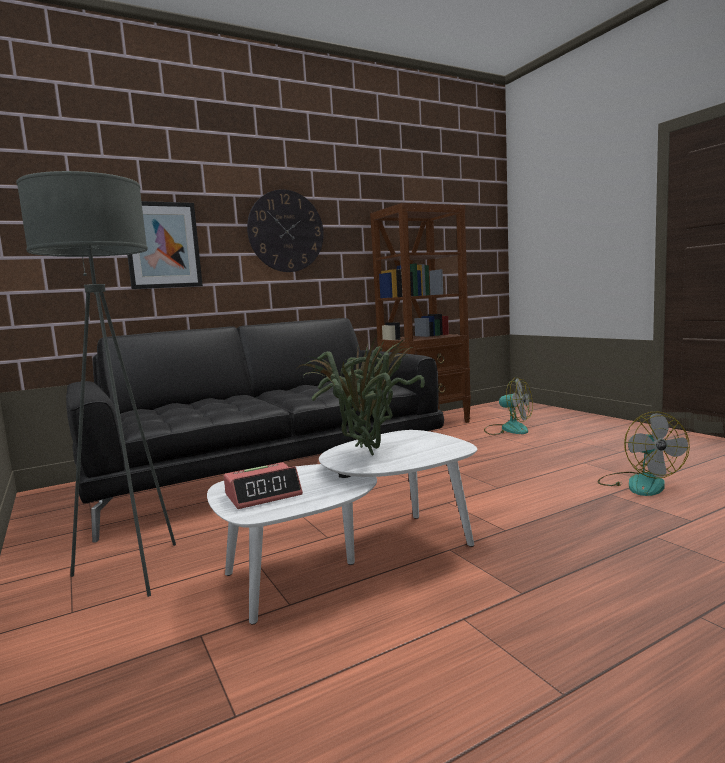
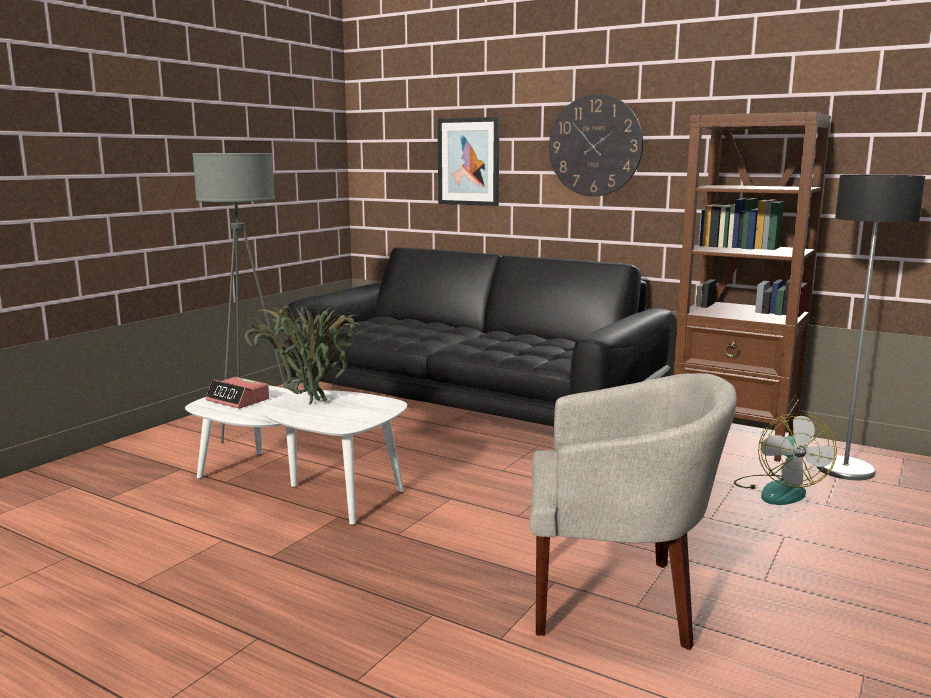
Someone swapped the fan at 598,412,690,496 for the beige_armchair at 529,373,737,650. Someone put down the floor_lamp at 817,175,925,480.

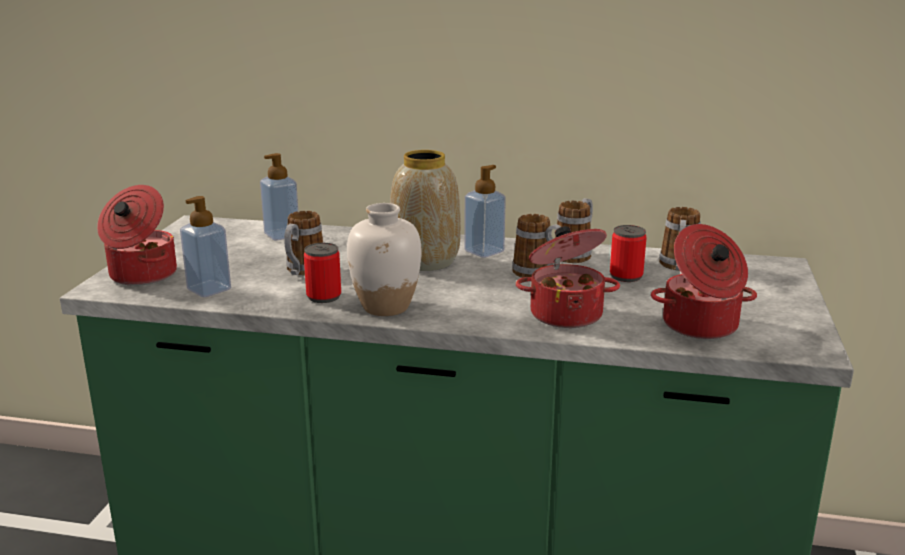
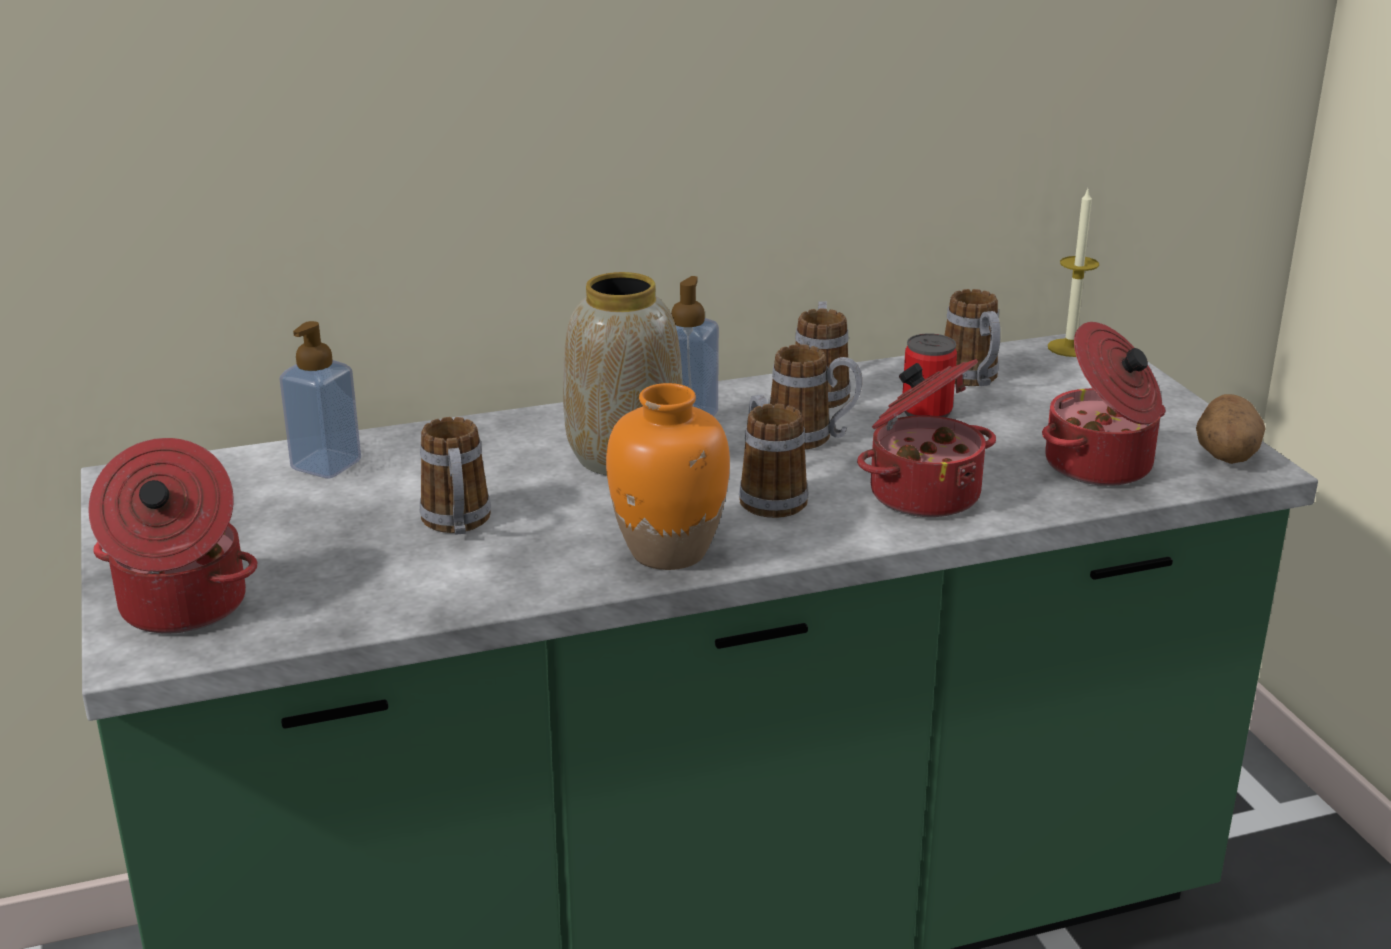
Someone repainted the white_vase at 347,203,422,316, which became the orange_vase at 606,383,730,570. Someone put down the mug at 739,394,808,518. Someone put down the candle at 1048,190,1099,357. Someone put down the potato at 1196,394,1266,464. Someone took away the soap_dispenser at 180,196,231,297. Someone took away the can at 304,243,341,303.

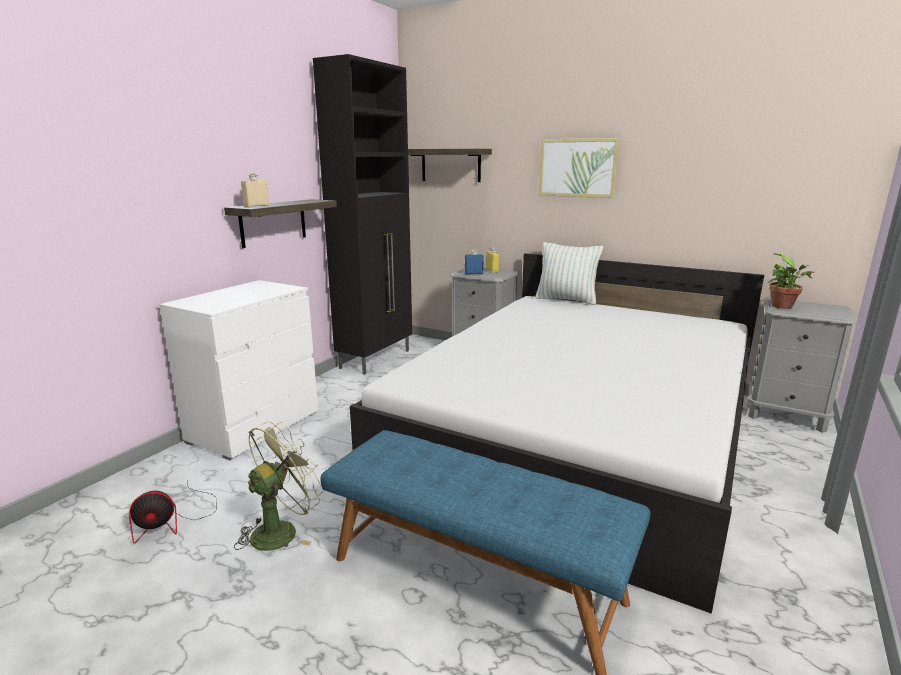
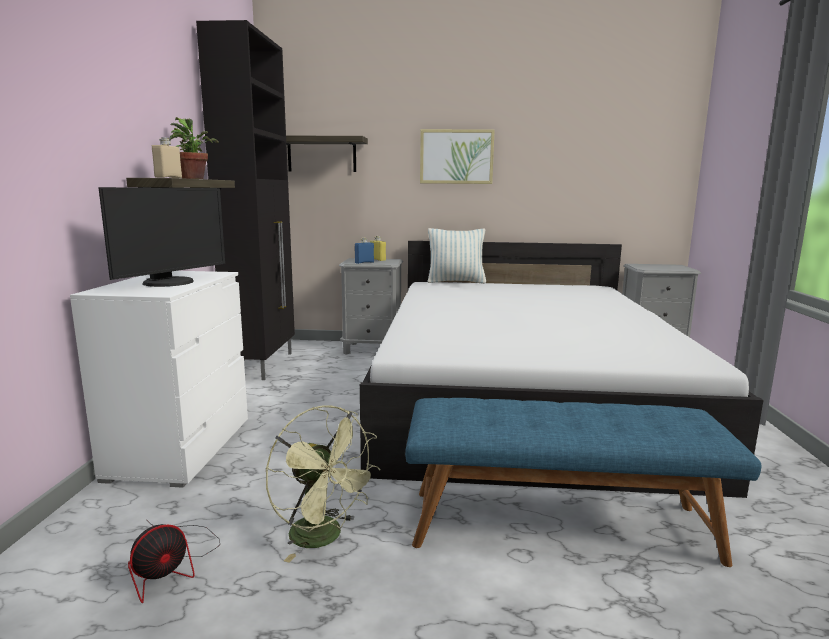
Someone put down the monitor at 99,187,225,287. Someone carried the potted_plant from 767,253,815,309 to 169,117,219,179. Someone rotated the green_fan at 234,421,324,551 by 120 degrees clockwise.

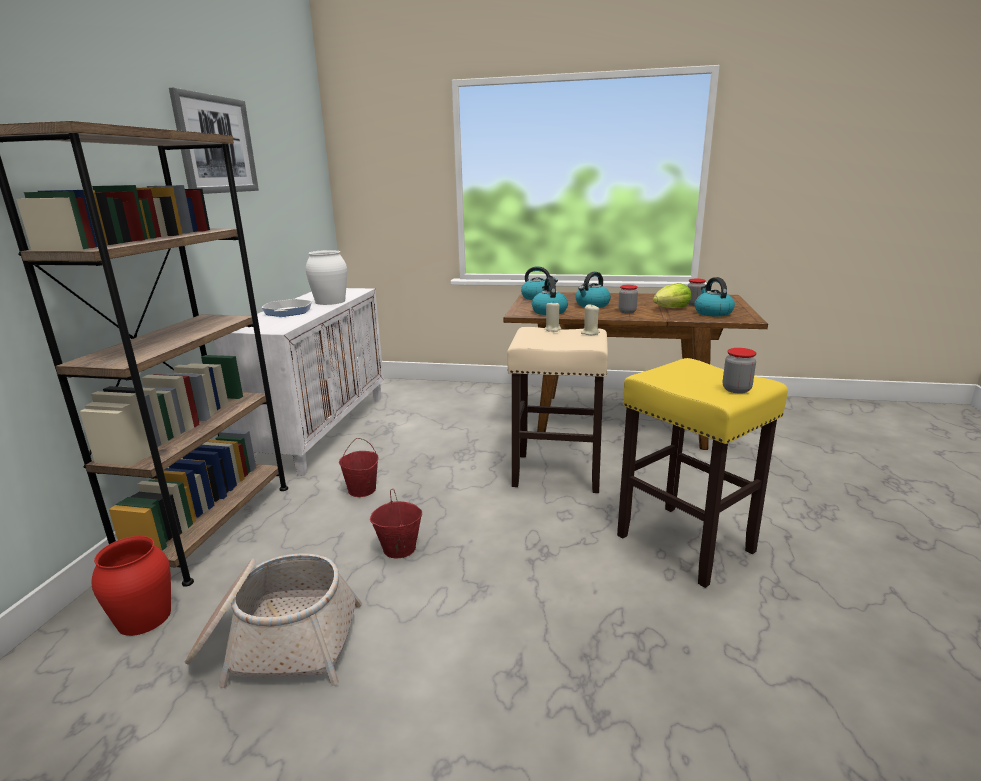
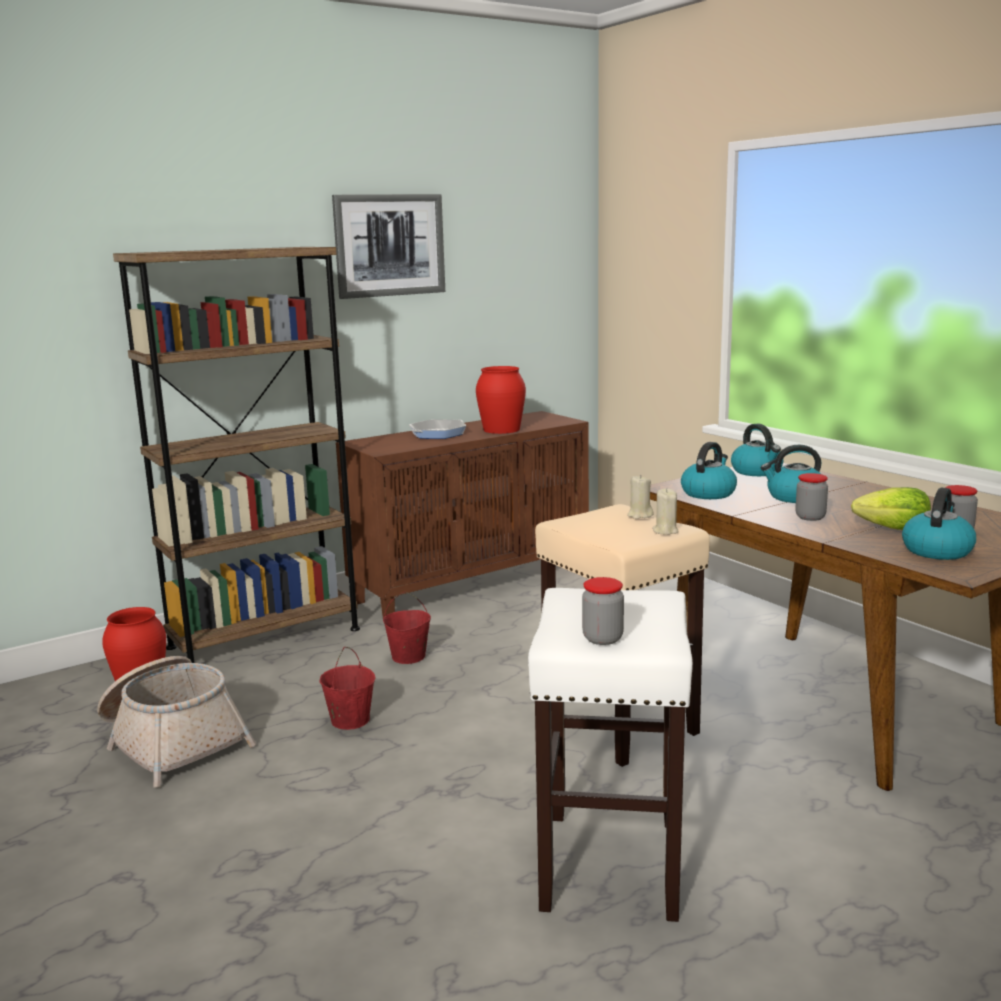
Someone repainted the white_cabinet at 213,288,384,476, which became the brown_cabinet at 336,411,589,618. Someone repainted the white_vase at 306,250,347,305, which became the red_vase at 476,366,526,434. Someone repainted the yellow_stool at 617,358,788,588, which became the white_stool at 528,588,693,922.

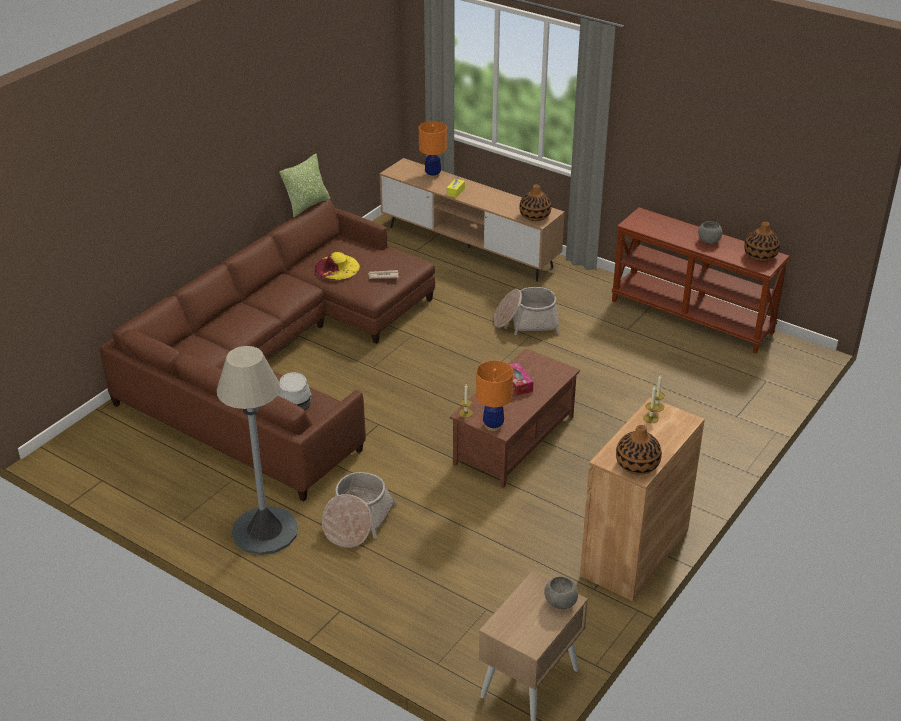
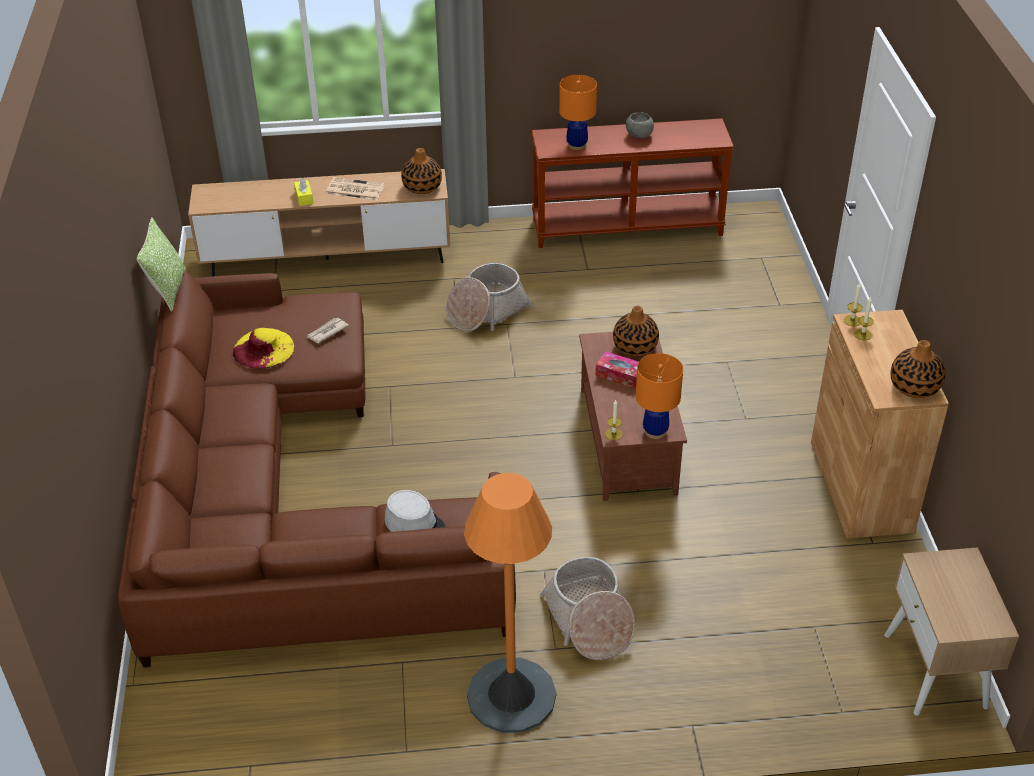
Someone put down the newspaper at 326,177,385,201. Someone repainted the grey_floor_lamp at 217,346,298,555, which became the orange_floor_lamp at 464,473,556,733. Someone carried the orange_table_lamp from 419,121,447,178 to 559,75,597,150. Someone carried the vase from 744,222,780,261 to 613,306,659,356. Someone took away the grey_bowl at 544,576,578,609.

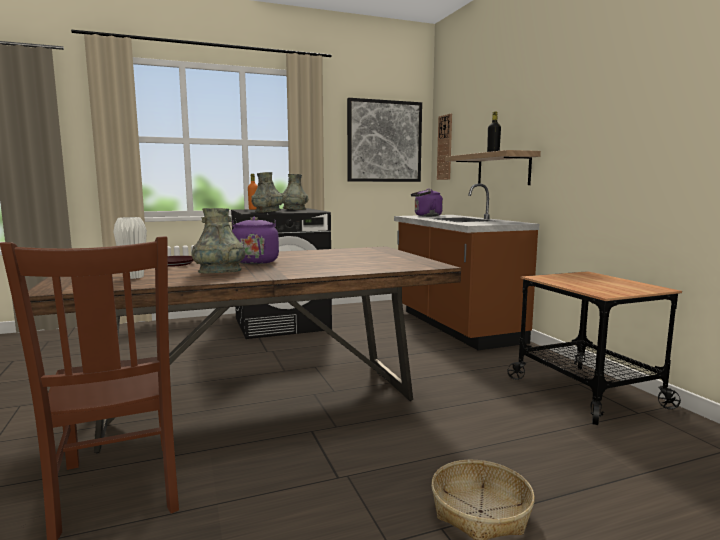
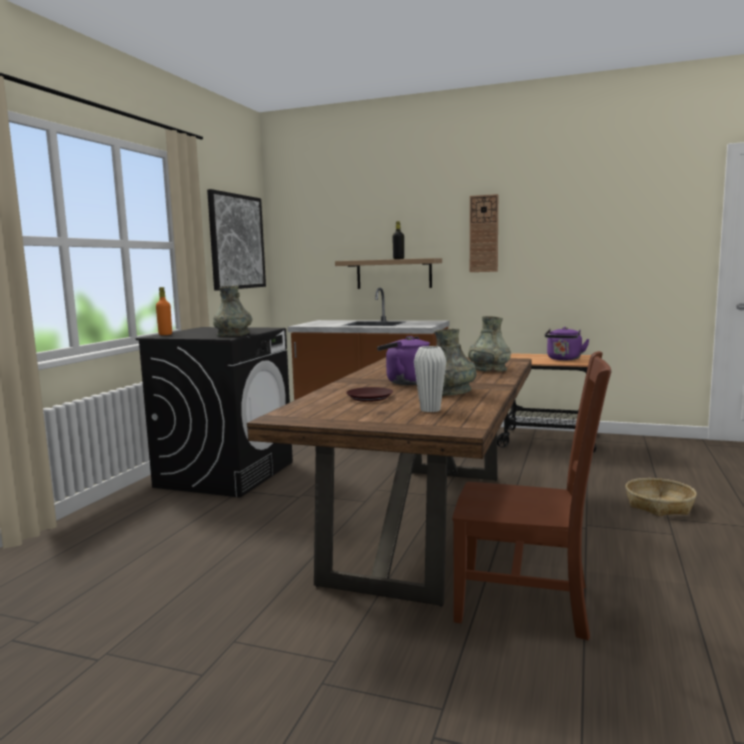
Someone carried the grey_vase from 282,174,308,210 to 468,316,511,372. Someone carried the wall_clock from 437,113,452,180 to 470,194,498,272. Someone carried the purple_kettle from 411,189,443,216 to 545,327,590,360.

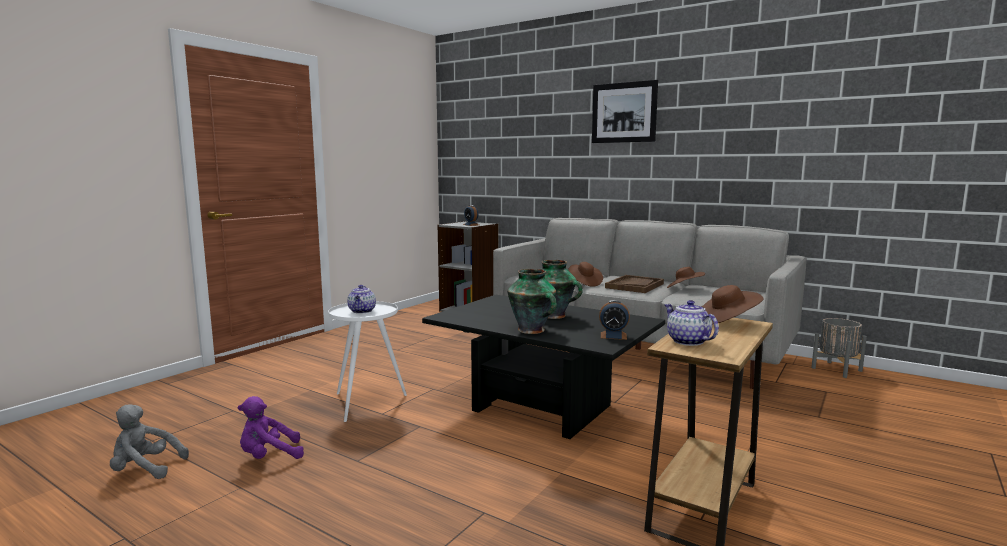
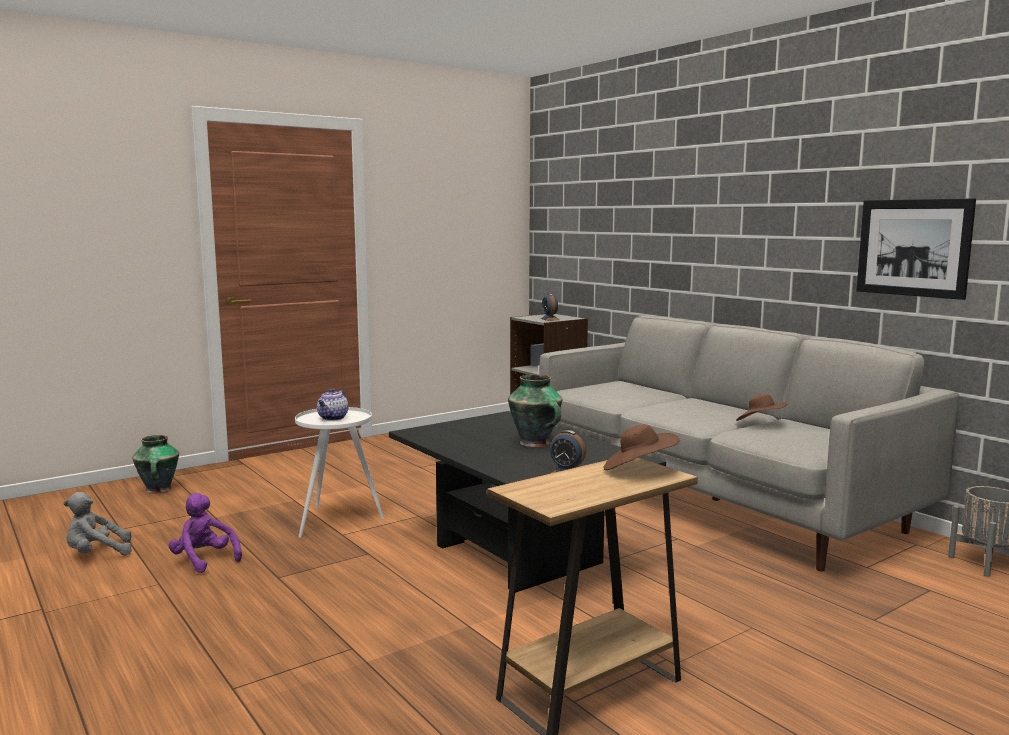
Someone rotated the grey_plush_toy at 110,404,189,479 by 45 degrees counterclockwise. Someone carried the vase from 507,269,557,334 to 132,435,179,494. Someone rotated the purple_plush_toy at 237,396,304,459 by 45 degrees clockwise. Someone carried the picture from 592,80,658,143 to 856,198,976,300. Someone took away the brown_hat at 568,262,603,287. Someone took away the brown_tray at 605,275,664,293. Someone took away the teapot at 664,300,719,346.

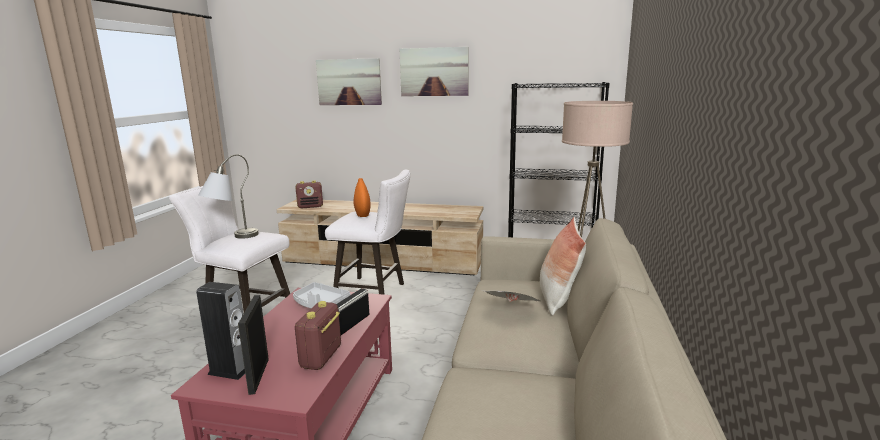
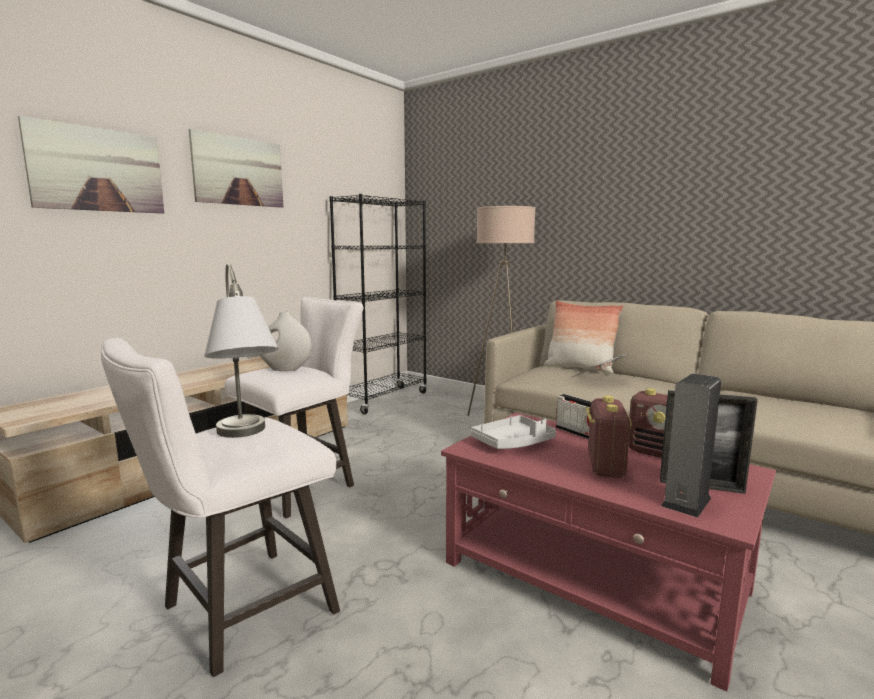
Someone repainted the orange_vase at 353,178,370,217, which became the white_vase at 259,312,312,371. Someone carried the radio from 295,180,323,208 to 586,396,632,478.

